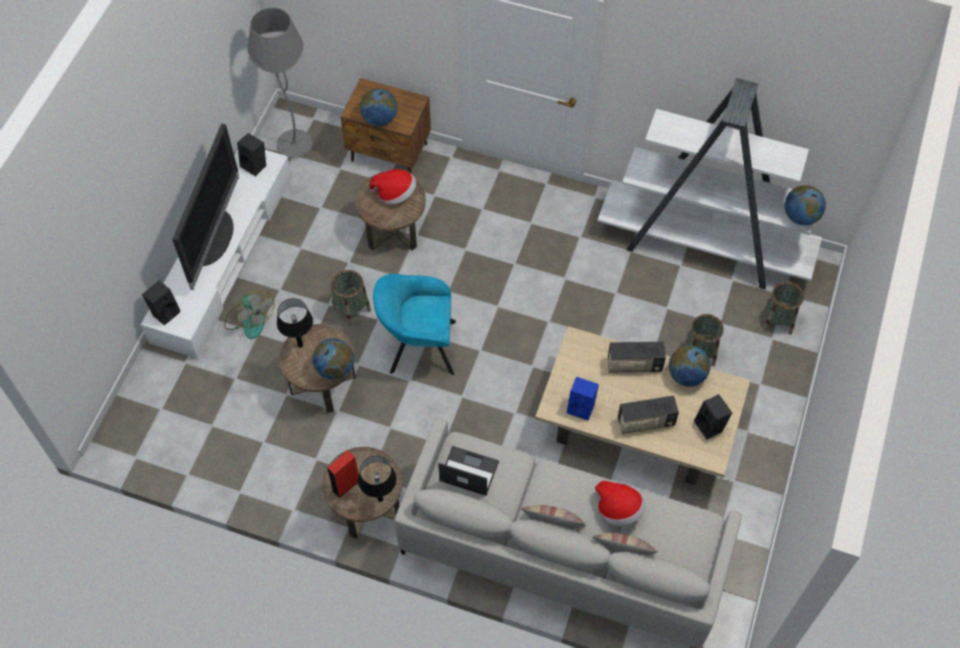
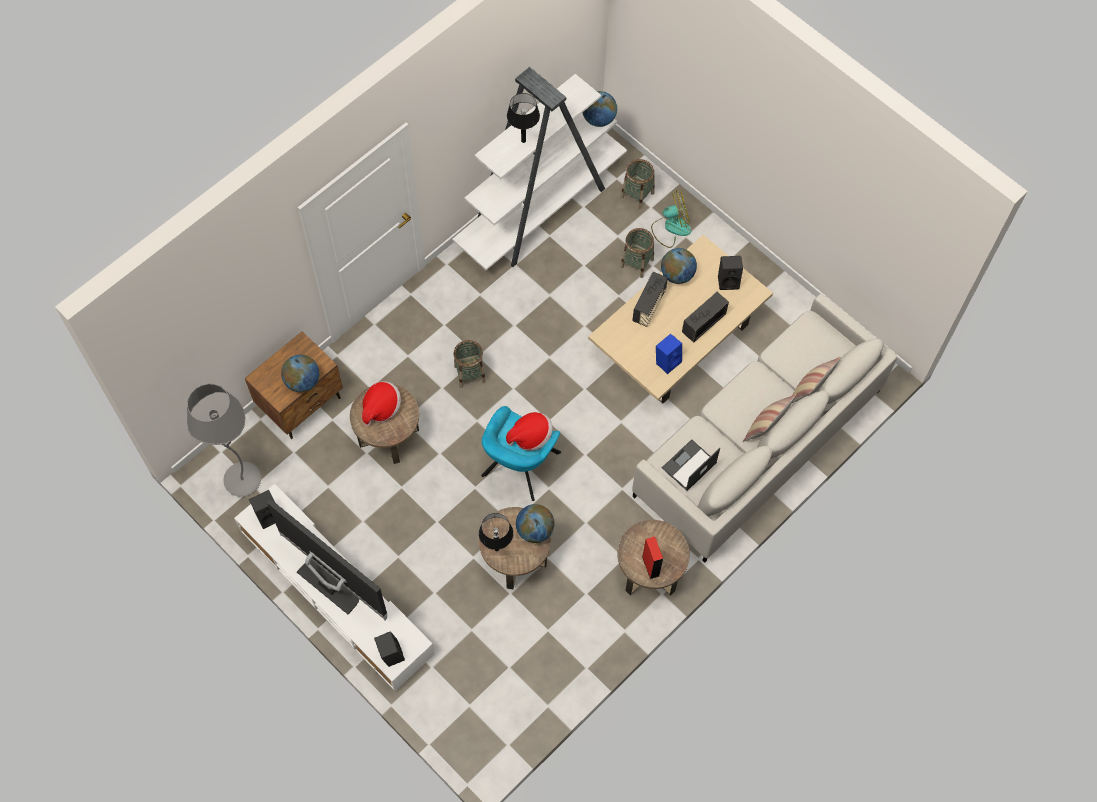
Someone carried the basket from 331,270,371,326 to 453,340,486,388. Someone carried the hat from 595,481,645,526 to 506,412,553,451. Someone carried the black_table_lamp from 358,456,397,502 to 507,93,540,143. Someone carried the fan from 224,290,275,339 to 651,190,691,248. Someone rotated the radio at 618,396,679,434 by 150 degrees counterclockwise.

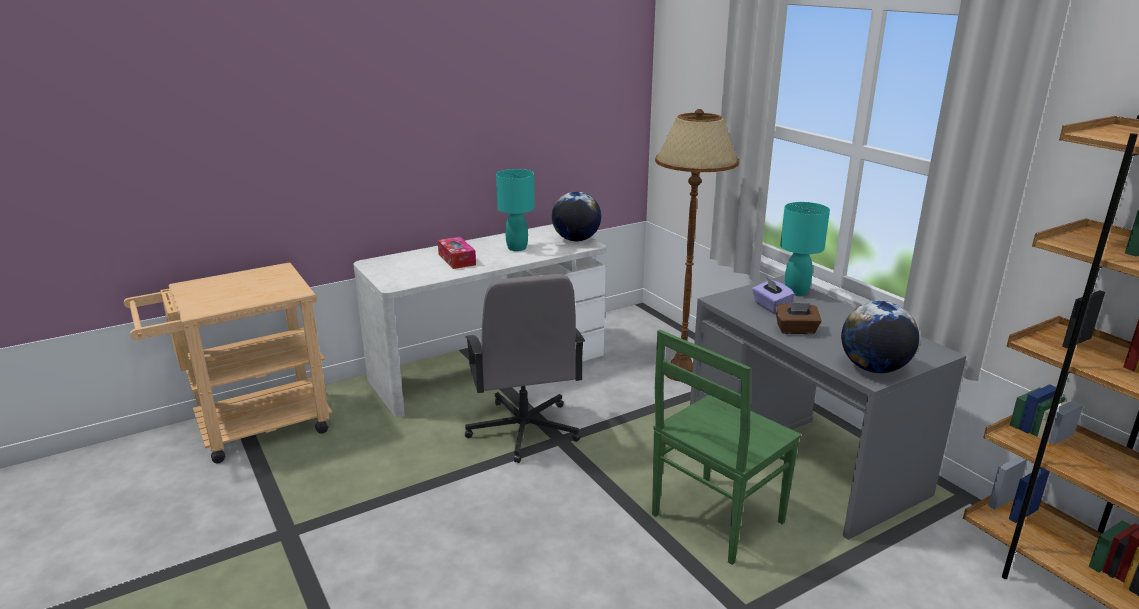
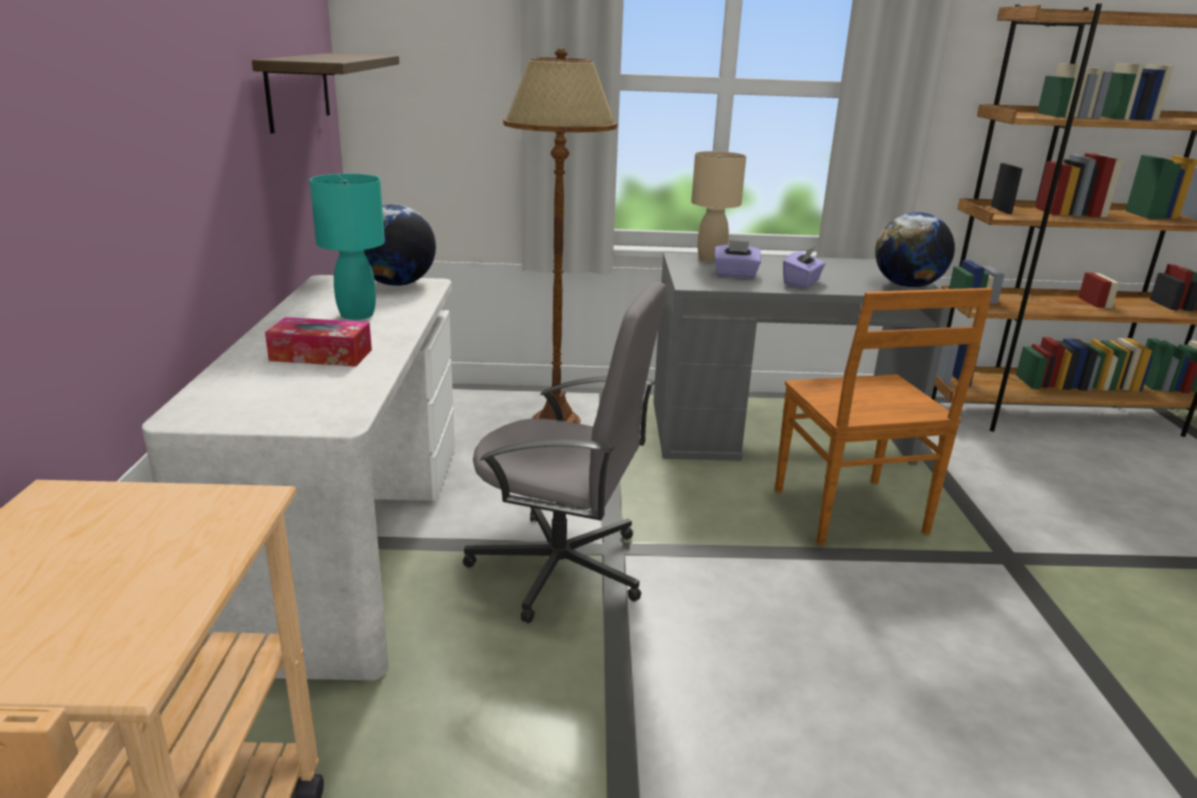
Someone put up the shelf at 252,53,399,134. Someone repainted the turquoise_table_lamp at 780,202,830,296, which became the beige_table_lamp at 691,151,746,262. Someone repainted the green_chair at 652,330,801,565, which became the brown_chair at 775,288,993,545. Someone repainted the brown_tissue_box at 775,303,822,334, which became the purple_tissue_box at 783,246,825,288.

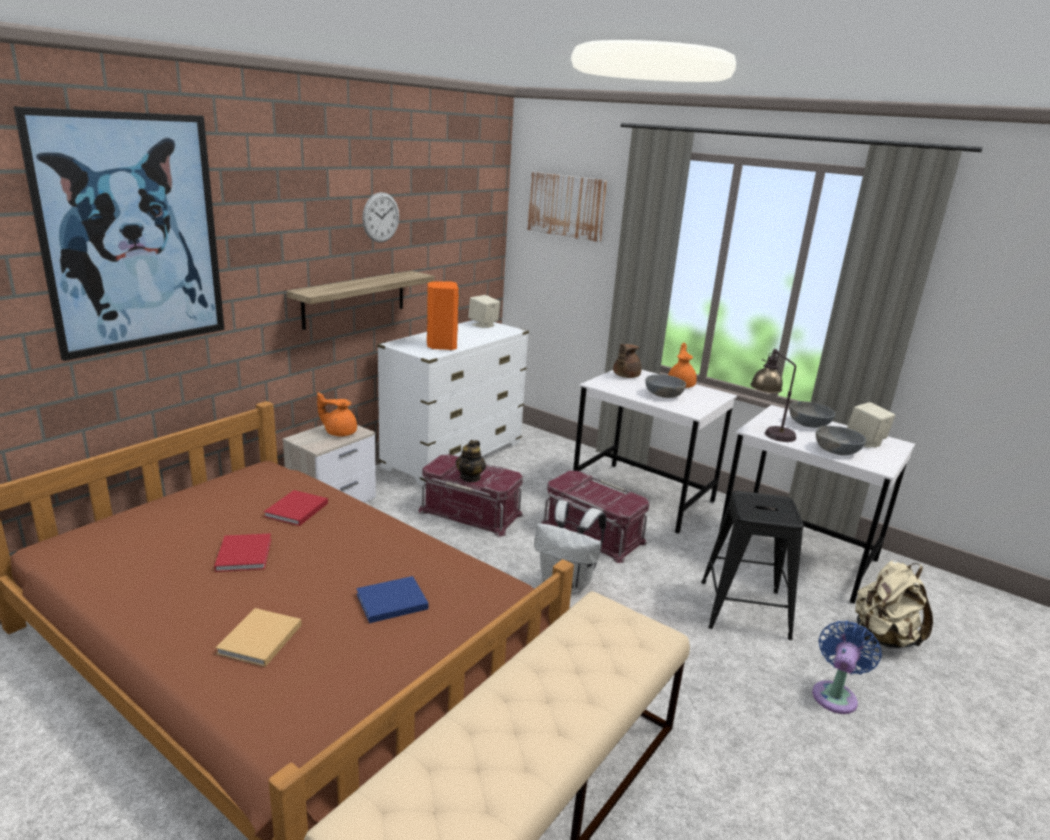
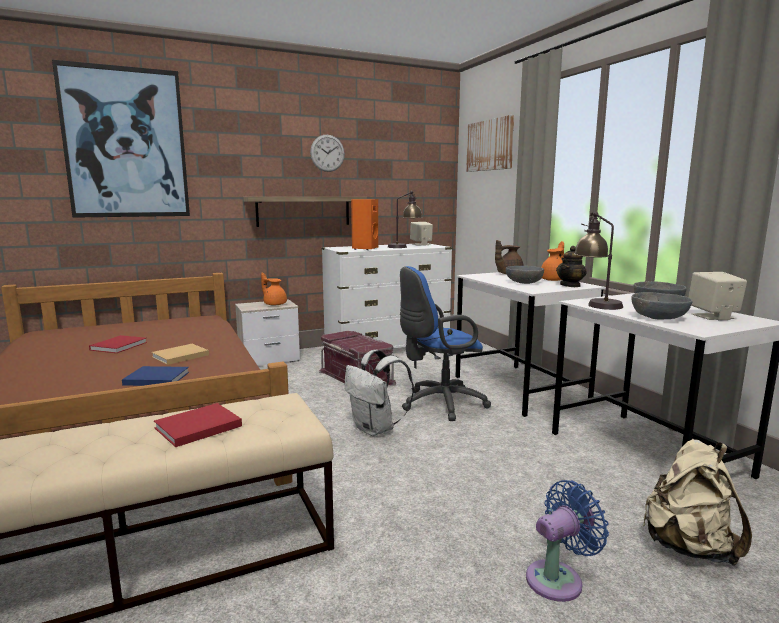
Someone carried the beige_book from 216,608,302,667 to 151,344,209,365. Someone carried the red_book from 264,490,328,526 to 154,403,242,447. Someone put down the table_lamp at 388,191,422,248. Someone swapped the red_storage_box at 541,471,649,563 for the blue_office_chair at 400,266,491,421. Someone carried the teapot from 456,440,486,482 to 556,246,587,287. Someone took away the black_stool at 701,491,804,640.

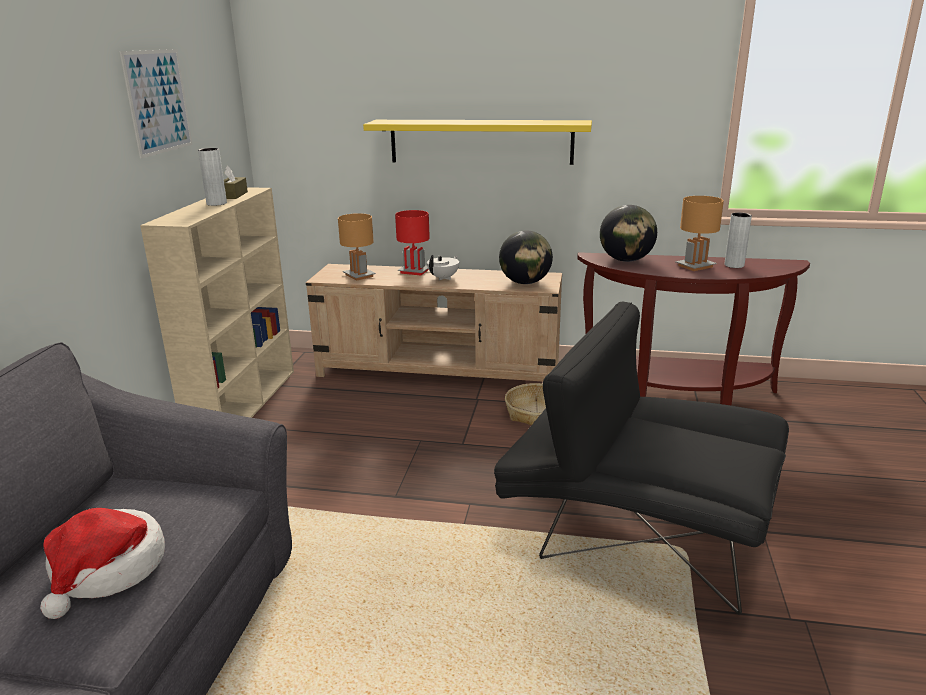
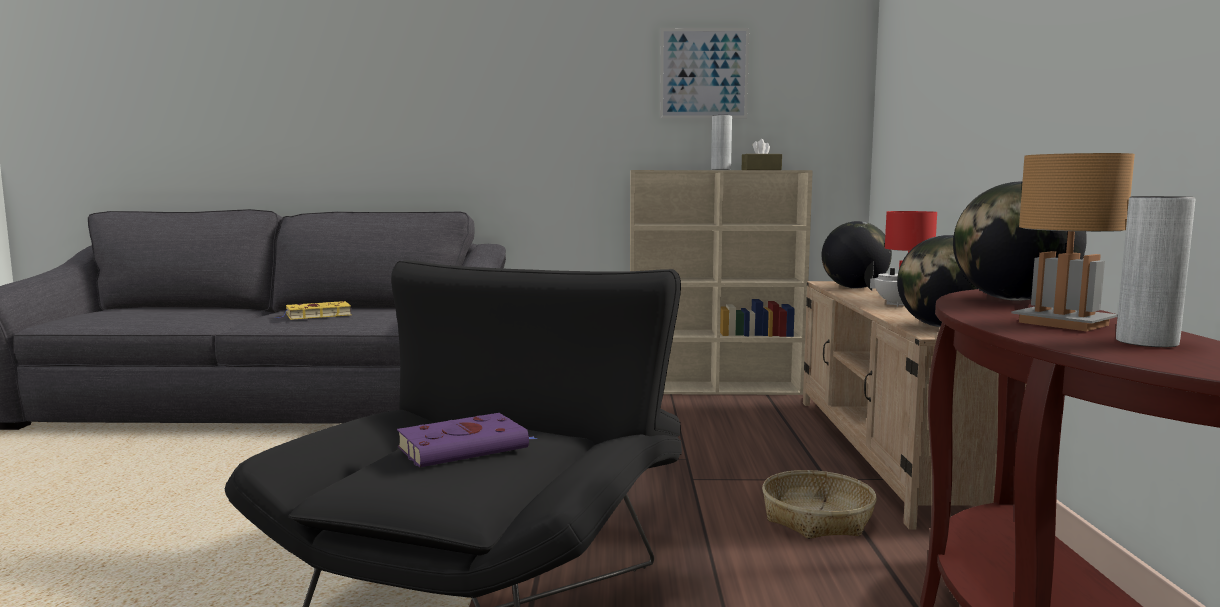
Someone swapped the hat at 40,508,165,619 for the yellow_book at 276,301,352,320. Someone put down the purple_book at 397,413,538,467. Someone swapped the brown_table_lamp at 338,213,376,281 for the globe at 822,221,892,288. Someone took away the yellow_shelf at 363,120,592,165.

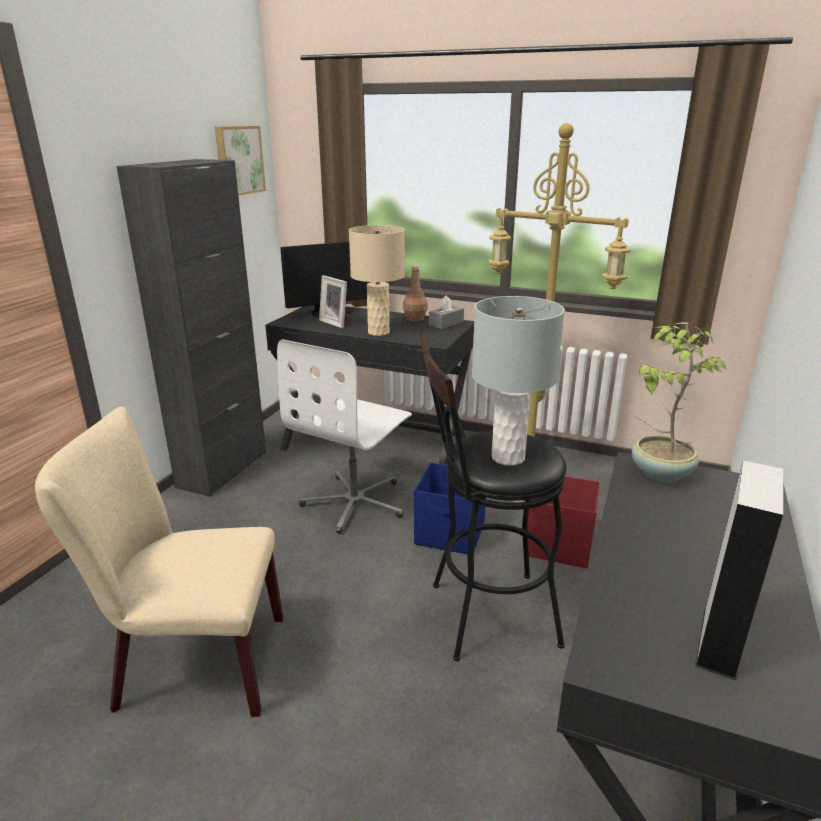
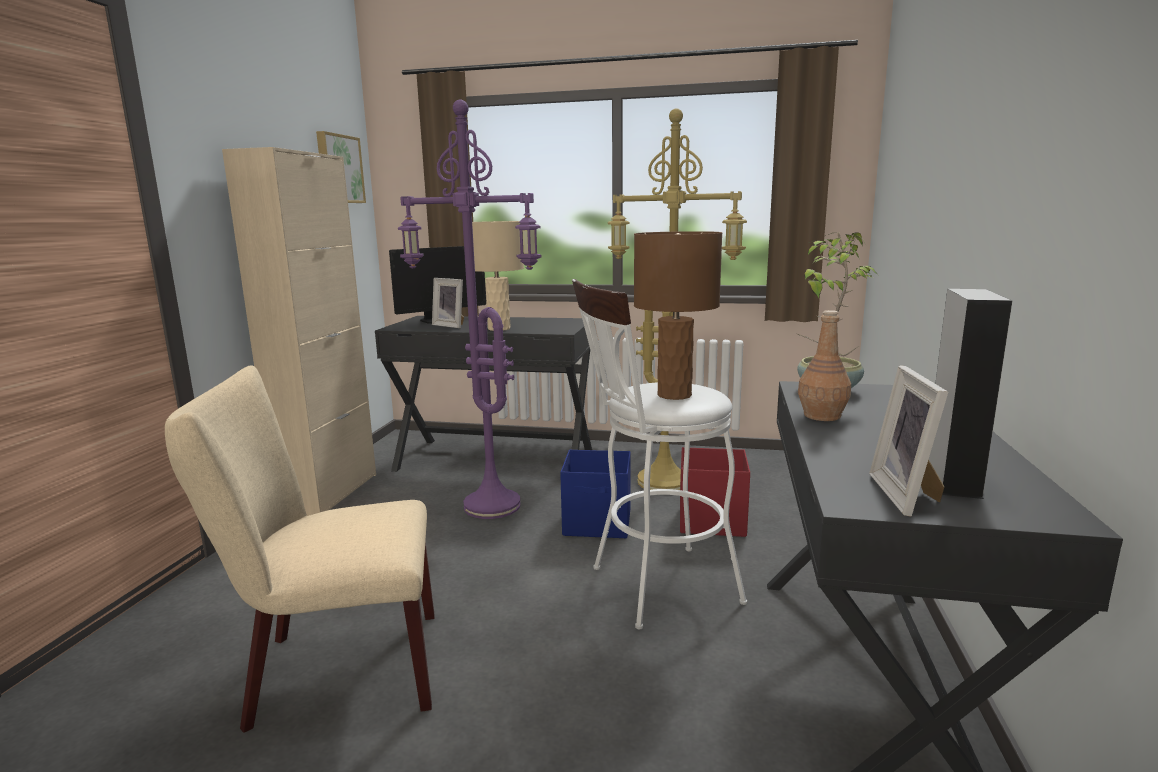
Someone repainted the black_cabinet at 116,159,266,497, which became the beige_cabinet at 222,147,376,516. Someone swapped the white_office_chair at 277,339,412,534 for the purple_floor_lamp at 398,100,541,519. Someone repainted the black_stool at 420,333,566,661, which became the white_stool at 572,279,747,629. Someone repainted the grey_table_lamp at 472,296,565,466, which became the brown_table_lamp at 634,231,722,400. Someone carried the brown_bottle from 403,265,428,322 to 798,310,851,421. Someone put down the picture_frame at 869,365,948,517. Someone took away the grey_tissue_box at 429,296,464,329.

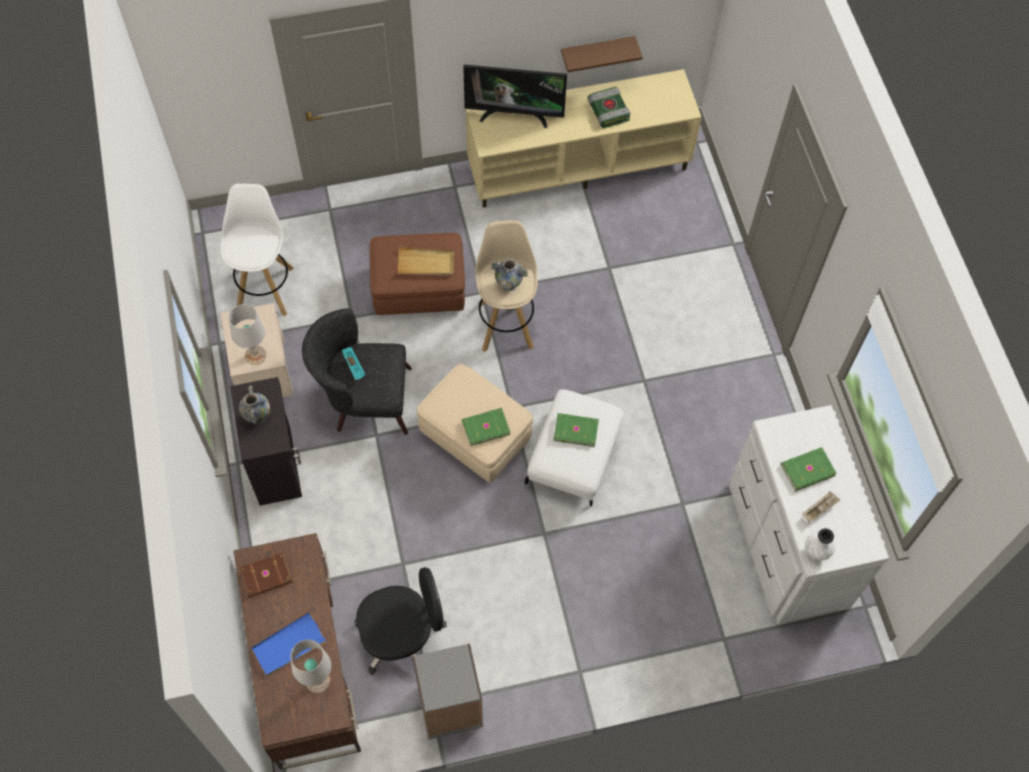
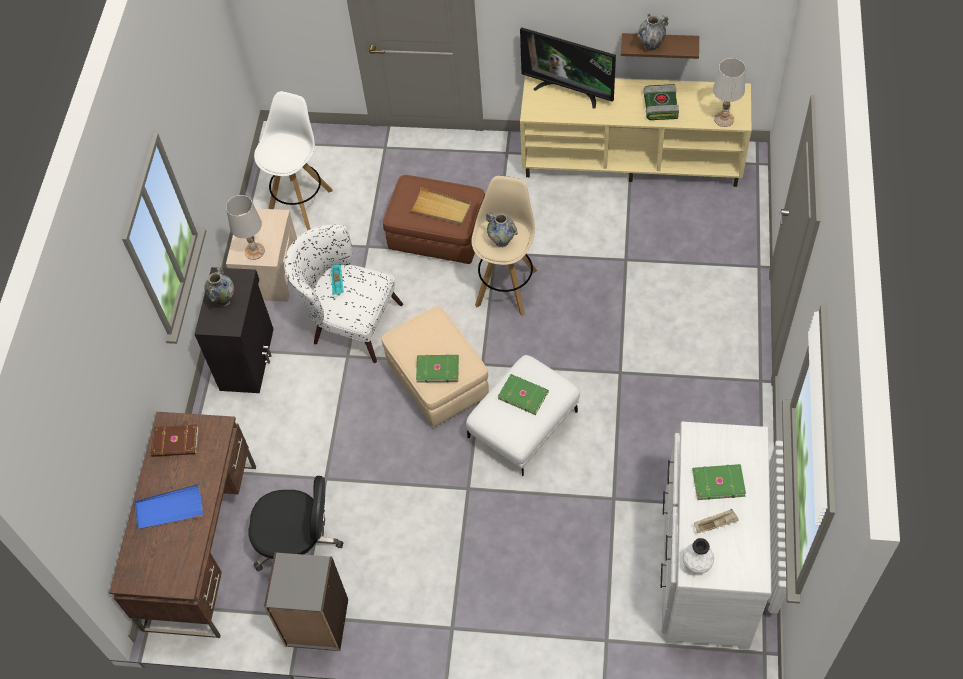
Someone repainted the black_armchair at 302,308,412,435, which became the white_armchair at 284,225,403,363. Someone put down the vase at 637,14,669,52. Someone carried the white_table_lamp from 290,640,331,693 to 713,58,746,127.

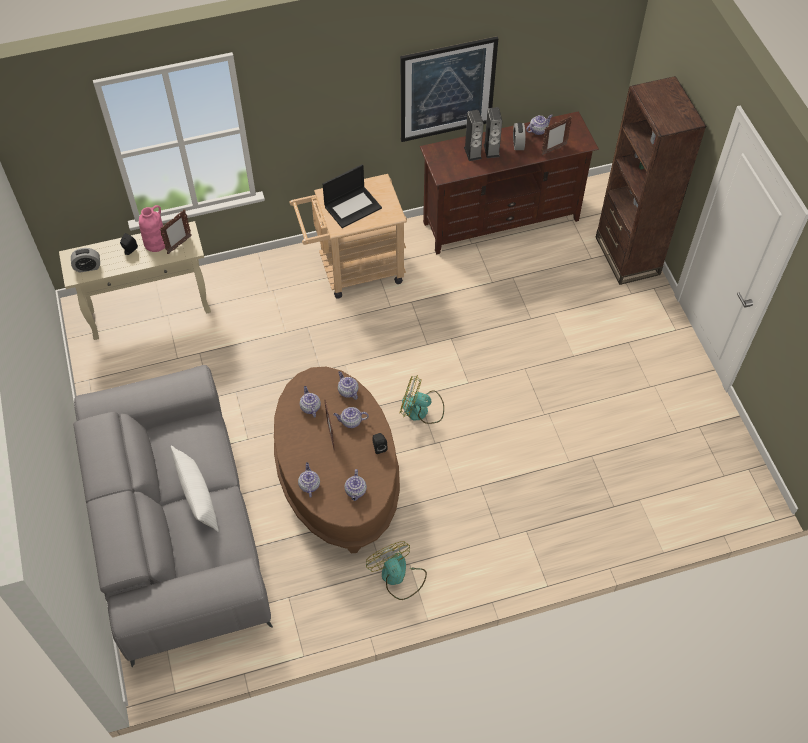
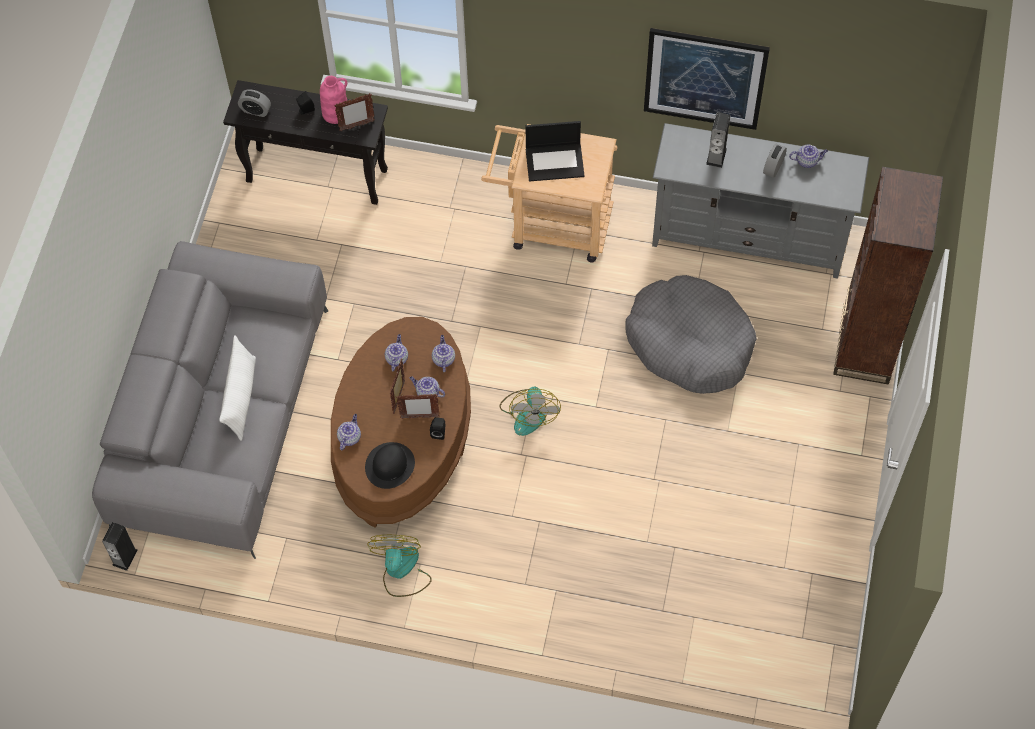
Someone carried the speaker from 484,107,502,158 to 102,522,137,571. Someone repainted the beige_console_table at 59,221,211,340, which became the black_console_table at 223,80,388,205. Someone swapped the teapot at 345,469,367,501 for the black_hat at 365,442,415,489. Someone carried the picture_frame from 541,116,572,156 to 396,394,440,419. Someone rotated the fan at 400,375,444,424 by 135 degrees counterclockwise. Someone put down the grey_dog_bed at 625,275,757,394. Someone repainted the brown_tv_stand at 420,111,599,254, which became the grey_tv_stand at 652,123,869,279.

